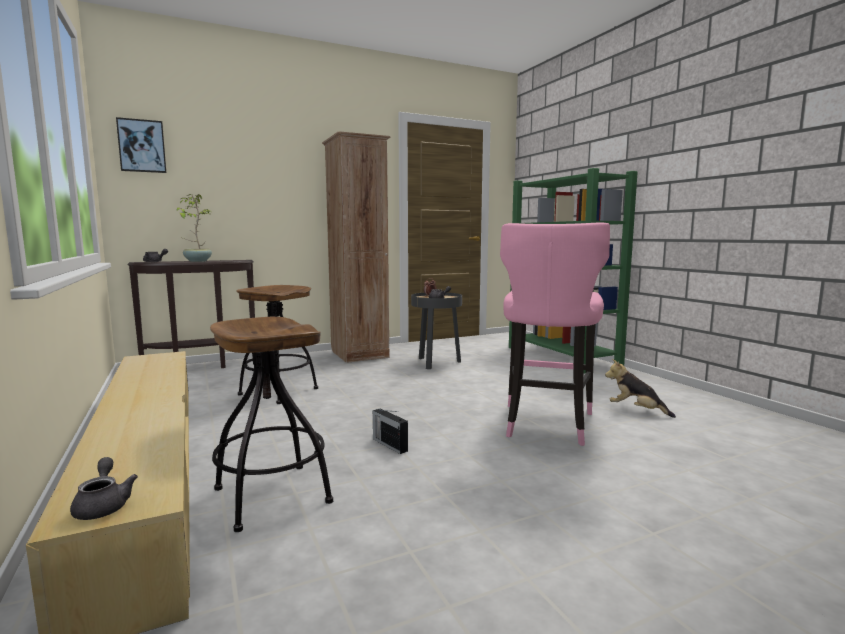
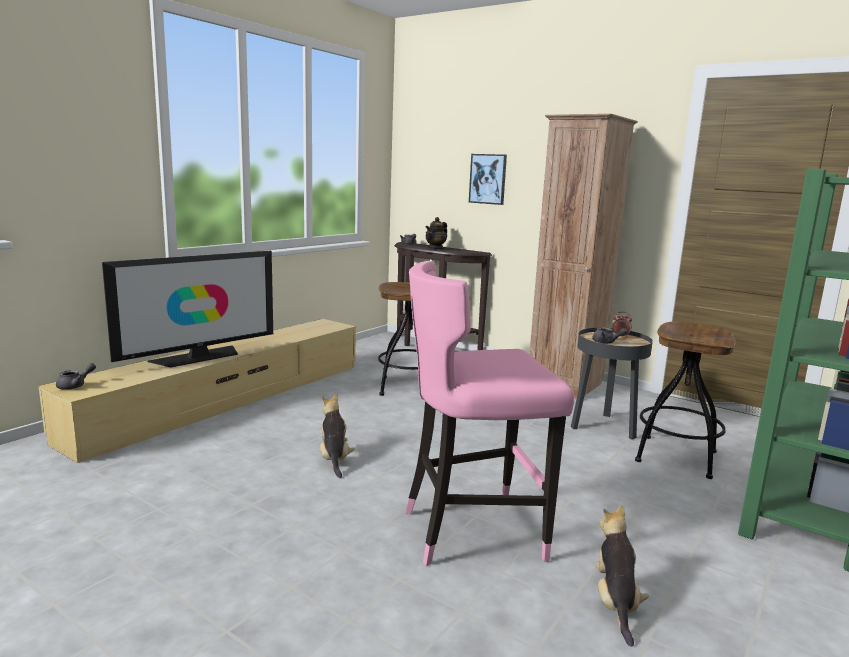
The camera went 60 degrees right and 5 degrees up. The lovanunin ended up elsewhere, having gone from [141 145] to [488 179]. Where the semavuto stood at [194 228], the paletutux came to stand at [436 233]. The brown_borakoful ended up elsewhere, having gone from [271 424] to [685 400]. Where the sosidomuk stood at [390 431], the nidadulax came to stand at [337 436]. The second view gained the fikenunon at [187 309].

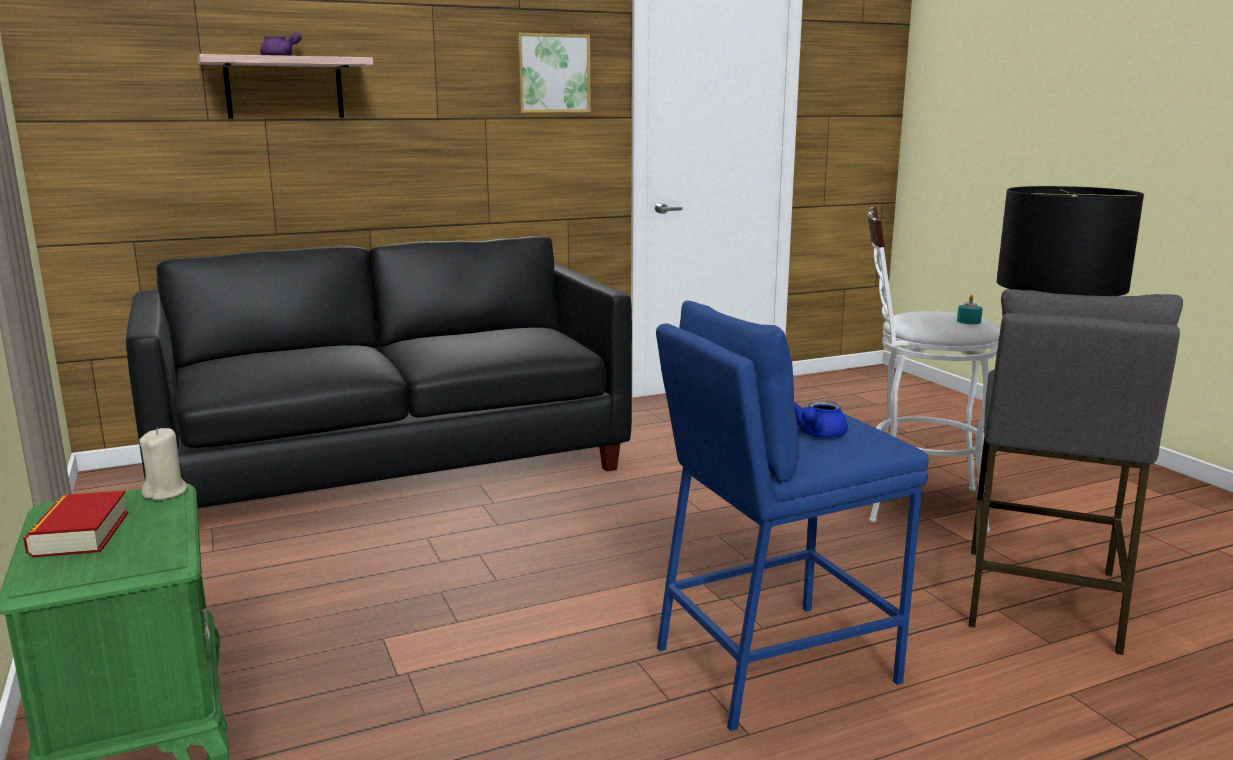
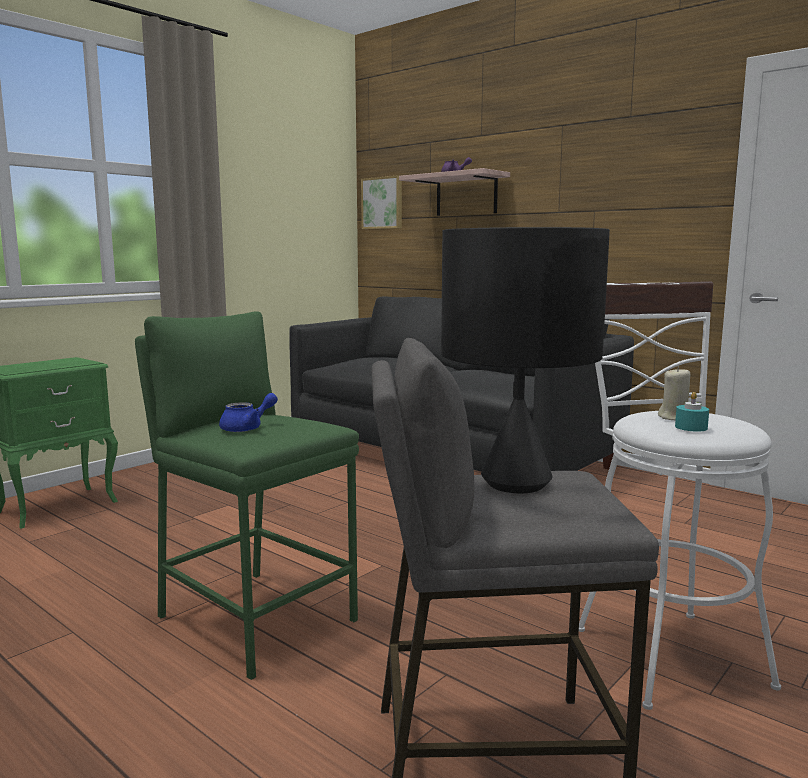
The camera went 65 degrees right and 5 degrees down. The lovanunin ended up elsewhere, having gone from [553 73] to [381 202]. What was the blue_borakoful at [792 516] turned into the green_borakoful at [247 496]. The blue_paletutux at [821 419] ended up facing another way, 135 degrees clockwise from before. The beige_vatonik ended up elsewhere, having gone from [163 464] to [674 393]. The second view lost the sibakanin at [76 524].

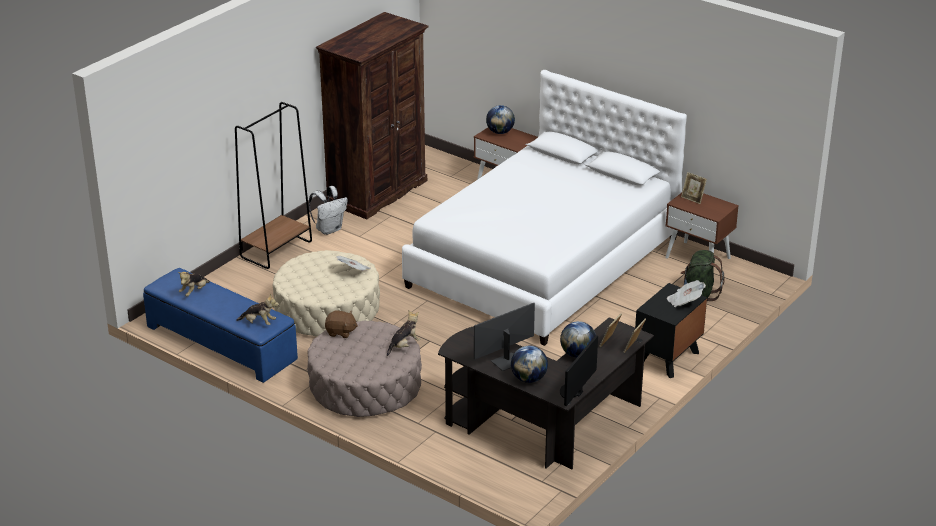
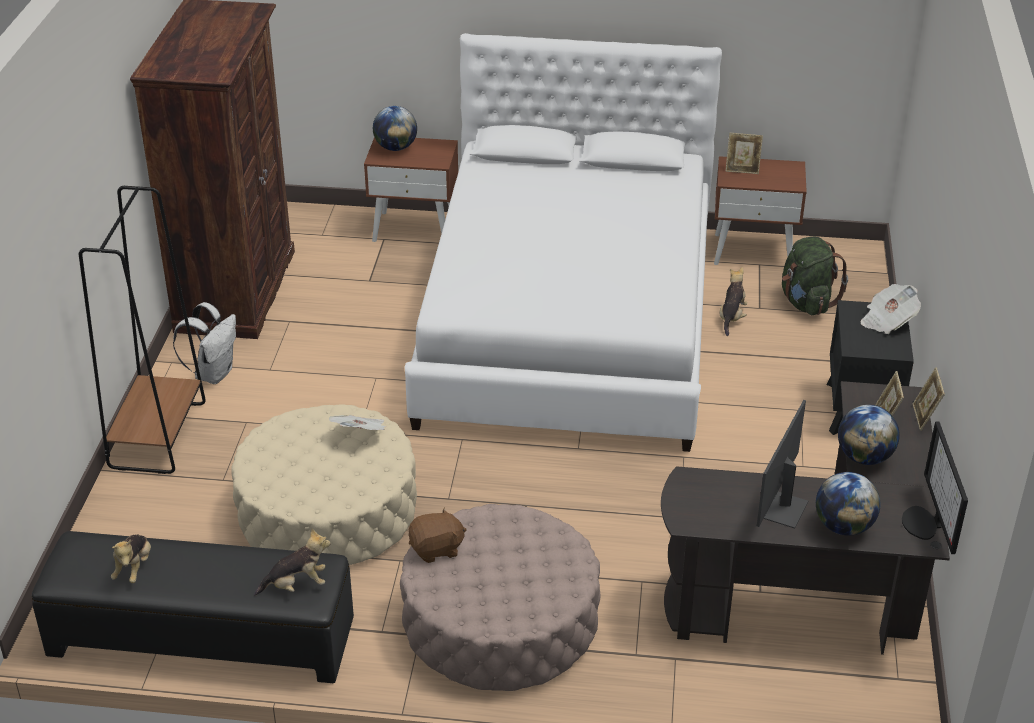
The camera went 30 degrees left and 5 degrees up. What was the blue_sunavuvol at [220 325] turned into the black_sunavuvol at [193 607]. The nidadulax ended up elsewhere, having gone from [404 333] to [733 301].

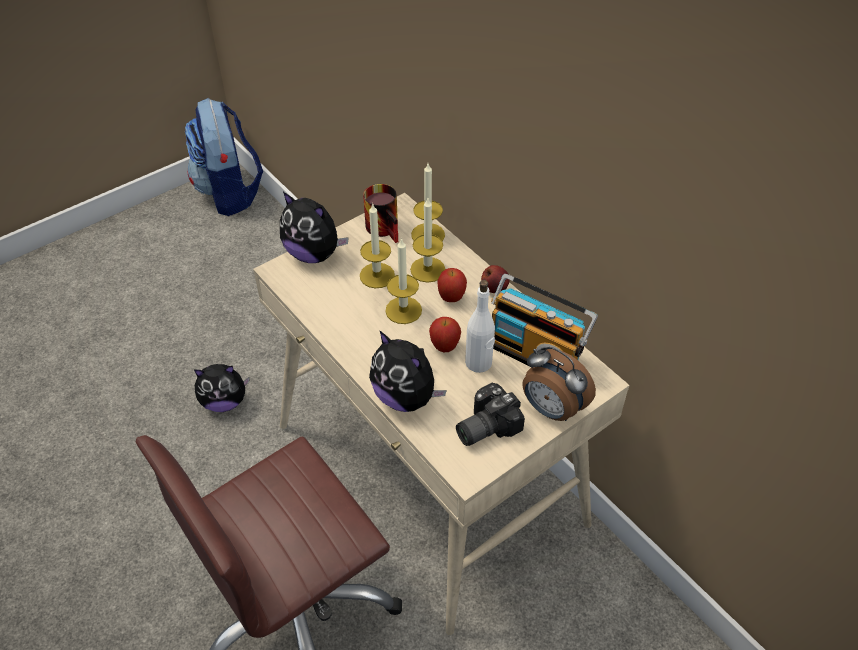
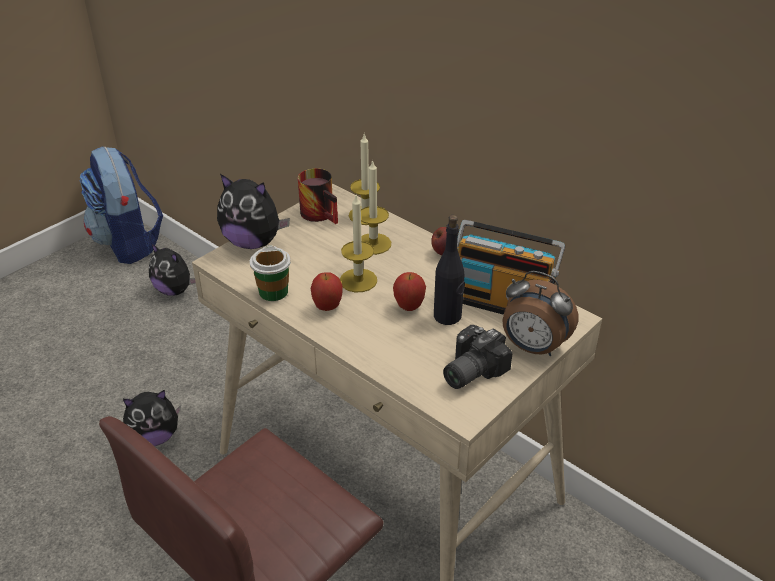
The camera went 10 degrees left and 10 degrees down. The second view lost the vatonik at [377 246]. The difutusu ended up elsewhere, having gone from [452 285] to [326 291]. What was the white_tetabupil at [480 326] turned into the black_tetabupil at [449 270]. The nidadulax ended up elsewhere, having gone from [408 371] to [172 269]. The second view gained the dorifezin at [270 273].

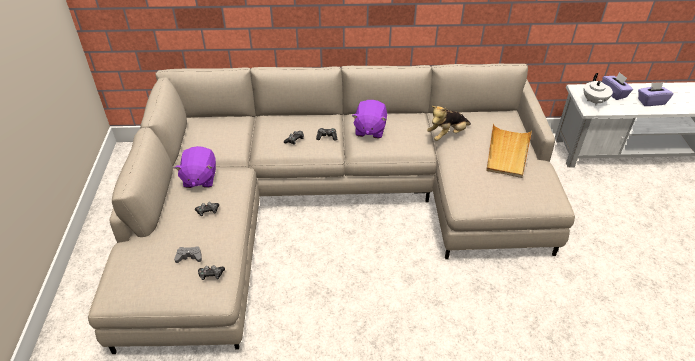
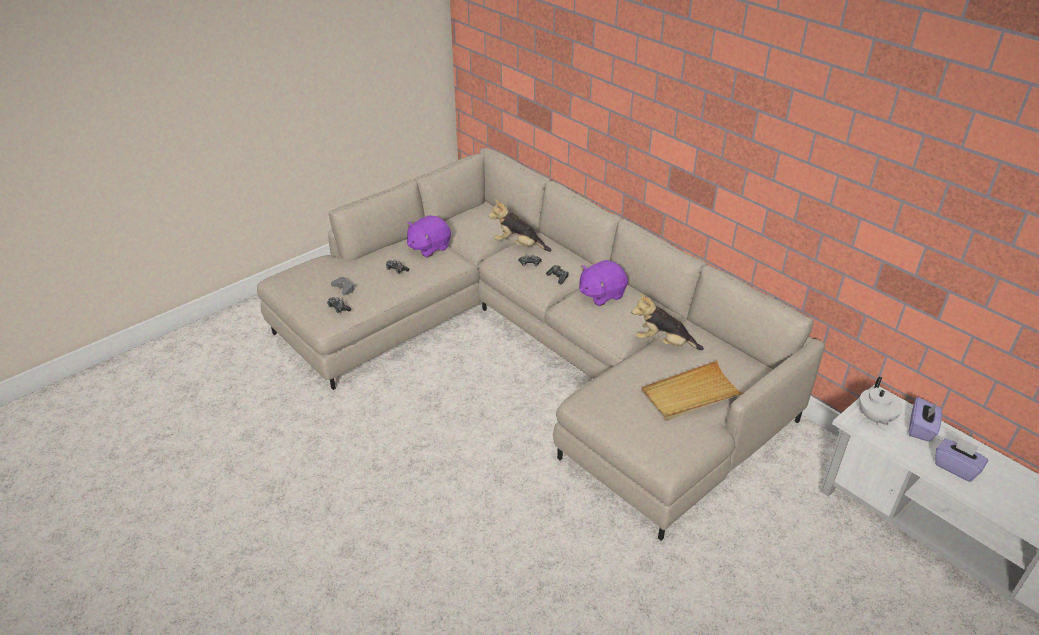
The camera went 50 degrees right and 5 degrees down. The white_paletutux at [598 89] ended up facing another way, 45 degrees counterclockwise from before. The second view gained the nidadulax at [520 225].

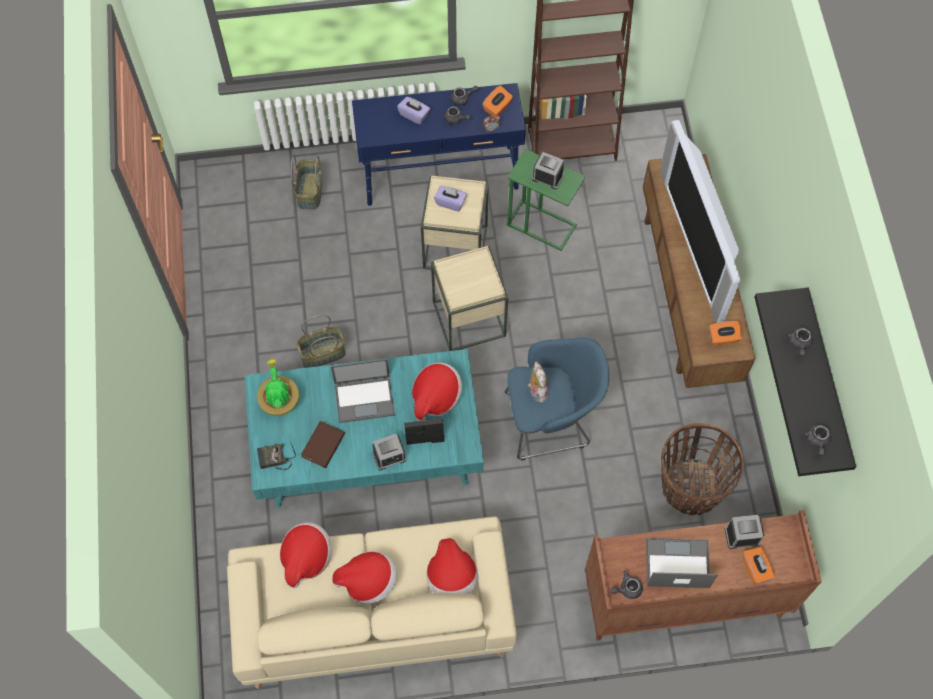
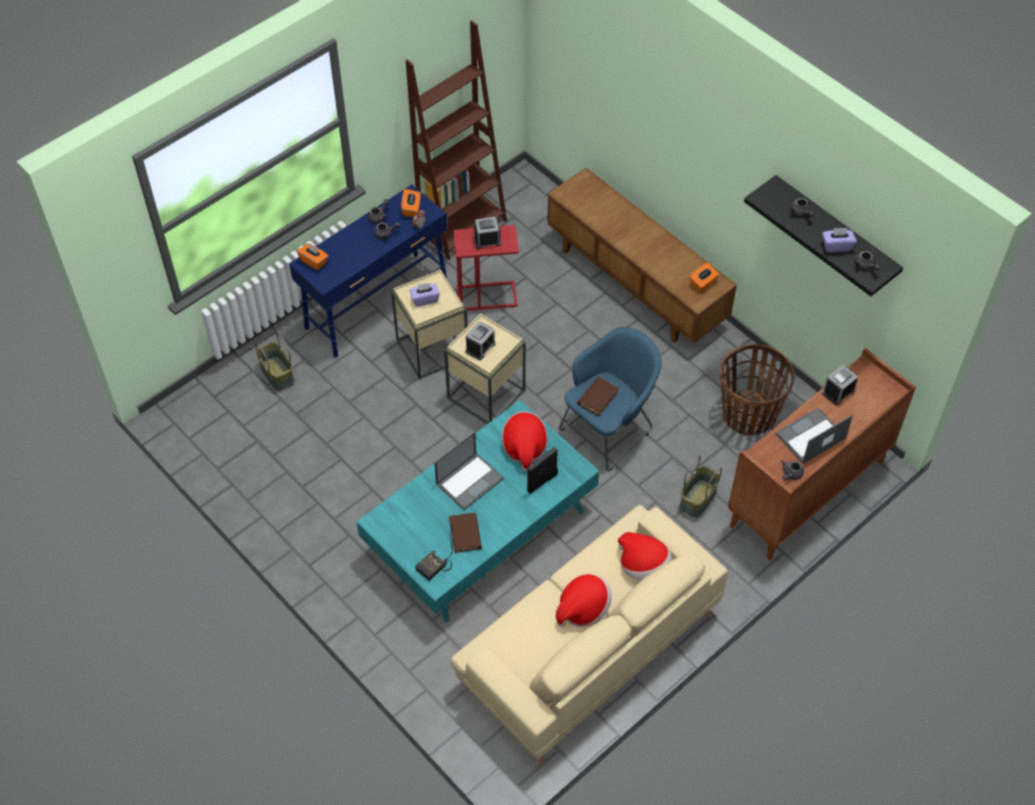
The camera went 35 degrees left and 10 degrees down. The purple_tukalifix ended up elsewhere, having gone from [413 111] to [839 240]. The second view lost the fikenunon at [700 221]. What was the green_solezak at [545 200] turned into the red_solezak at [486 268]. The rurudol ended up elsewhere, having gone from [321 341] to [701 486]. The second view lost the semavuto at [278 387]. Where the nidadulax stood at [538 382], the brown_sibakanin came to stand at [598 396]. The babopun ended up elsewhere, having gone from [389 452] to [481 340]. The second view lost the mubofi at [306 555]. The orange_tukalifix ended up elsewhere, having gone from [758 565] to [312 257].

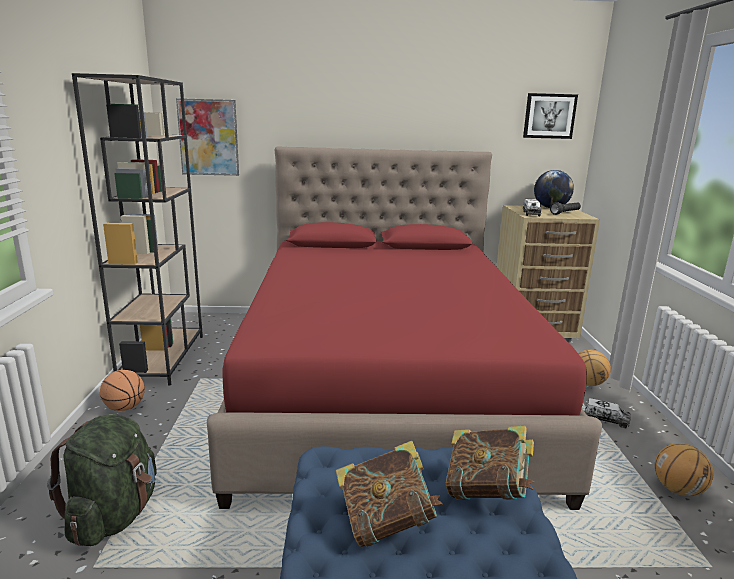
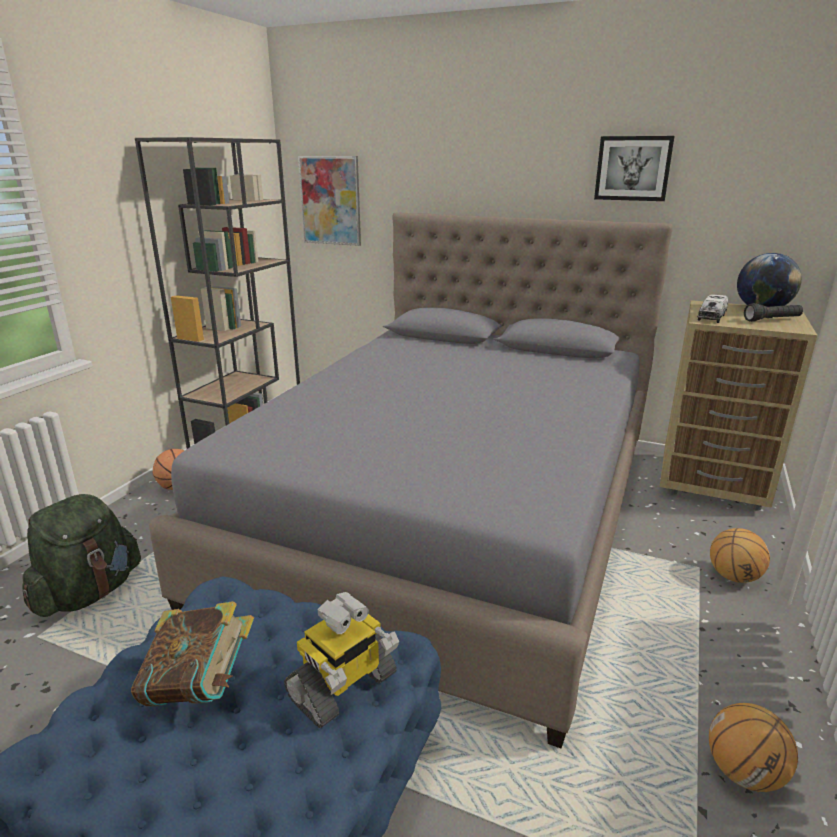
The camera went 25 degrees right and 5 degrees up. The lovanunin ended up elsewhere, having gone from [550 116] to [634 168]. What was the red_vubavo at [404 328] turned into the grey_vubavo at [411 480]. The second view lost the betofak at [608 413]. Where the sibakanin stood at [490 463], the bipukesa came to stand at [341 660].

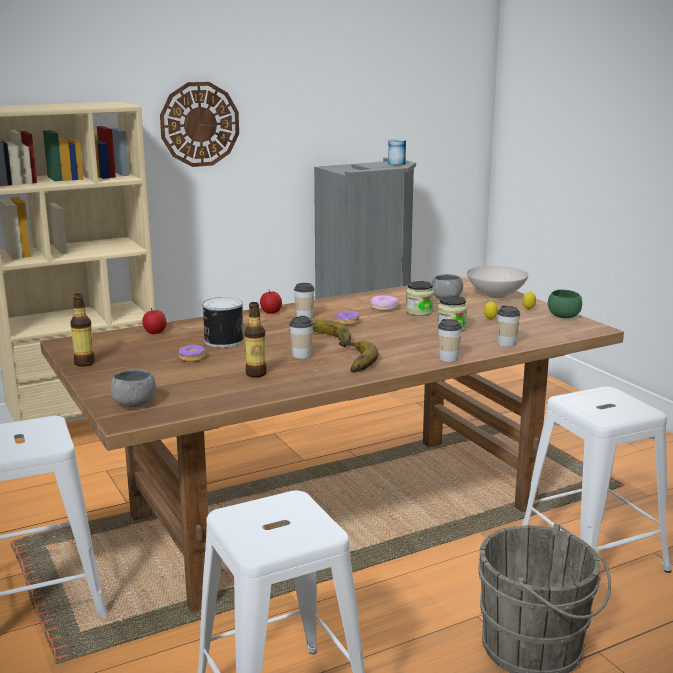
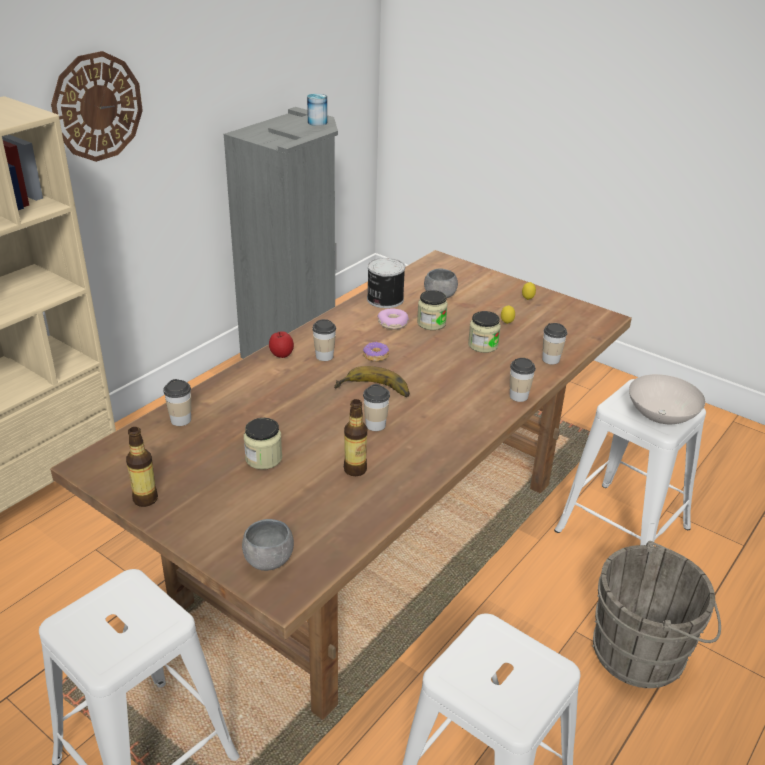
The camera went 25 degrees left and 15 degrees up. The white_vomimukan ended up elsewhere, having gone from [497 282] to [667 399]. The second view lost the green_vomimukan at [565 303]. The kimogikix ended up elsewhere, having gone from [223 322] to [386 283]. Where the difutusu stood at [154 321], the dorifezin came to stand at [177 402]. The second view lost the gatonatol at [359 356]. Where the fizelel stood at [192 353], the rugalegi came to stand at [263 444].

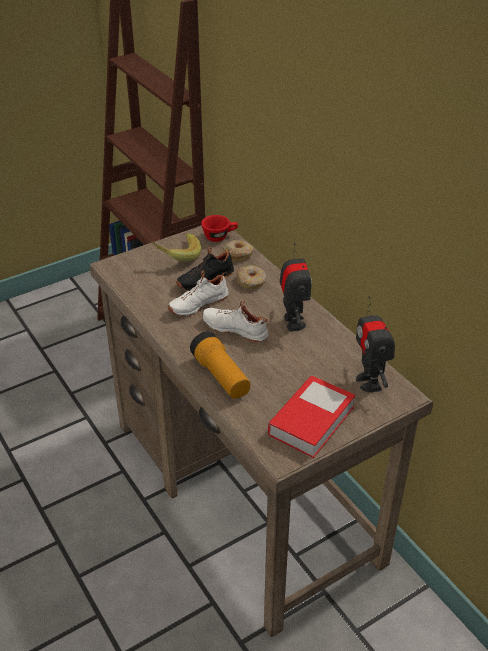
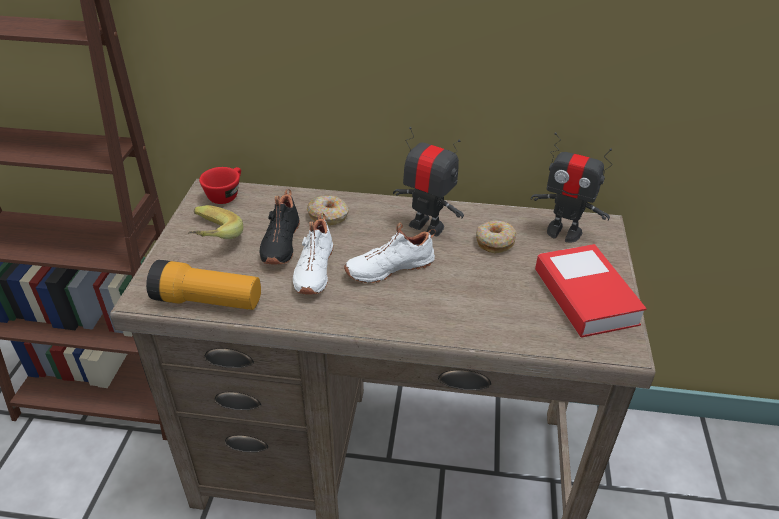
The camera went 50 degrees left and 0 degrees up. The fizelel ended up elsewhere, having gone from [238 250] to [496 236]. The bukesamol ended up elsewhere, having gone from [220 365] to [203 285].

